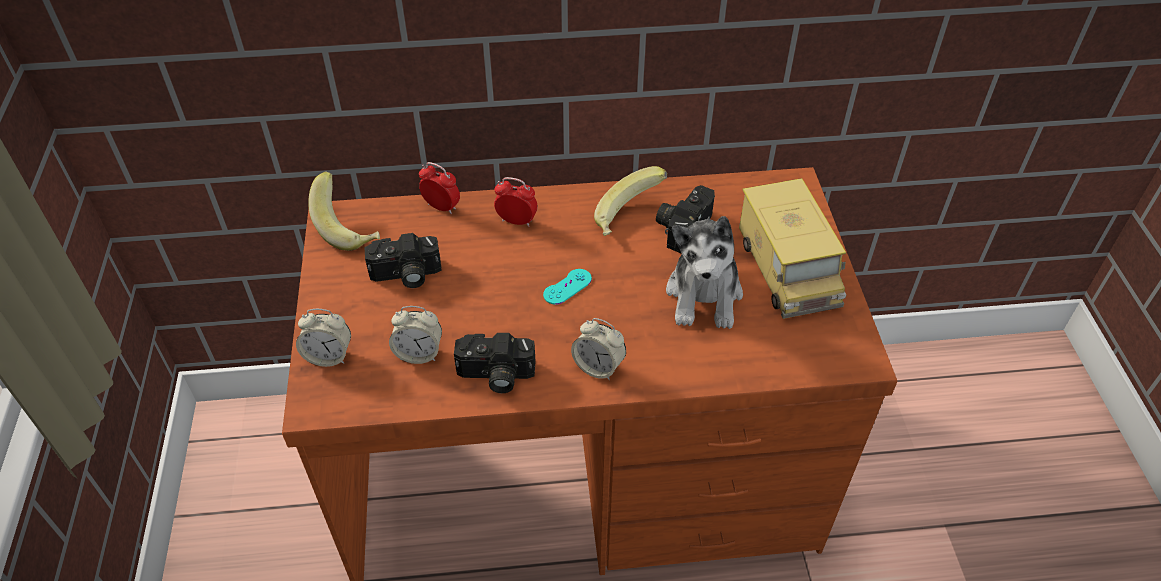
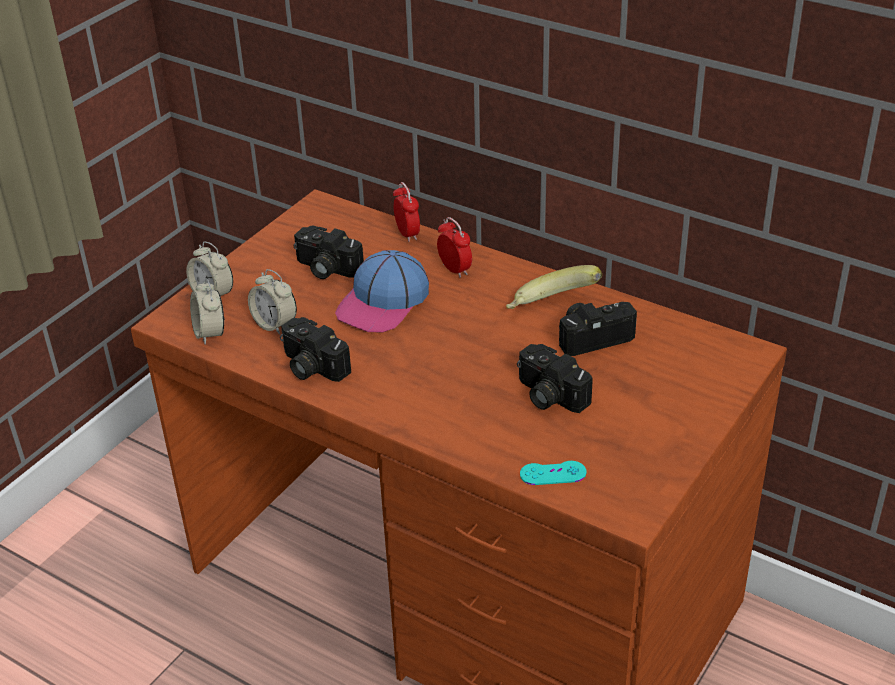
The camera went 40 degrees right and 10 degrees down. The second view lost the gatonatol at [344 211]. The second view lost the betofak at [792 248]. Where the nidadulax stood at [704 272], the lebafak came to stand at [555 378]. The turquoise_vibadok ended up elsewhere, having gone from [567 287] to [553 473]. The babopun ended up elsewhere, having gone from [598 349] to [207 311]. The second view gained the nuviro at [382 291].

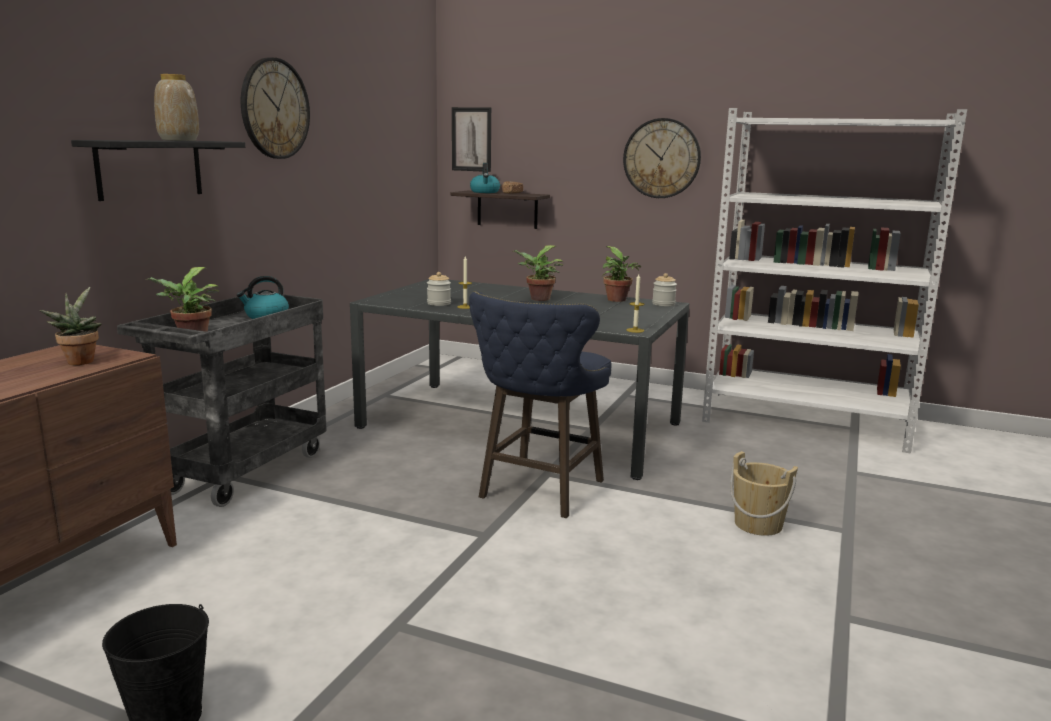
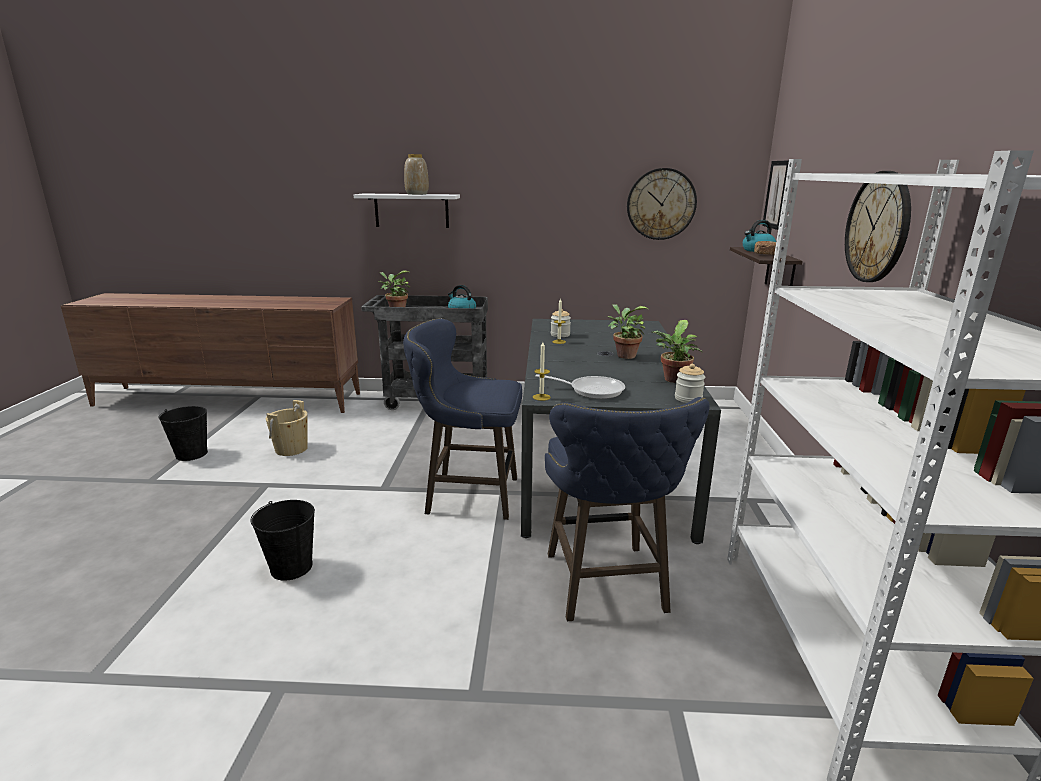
The camera went 70 degrees right and 5 degrees up. The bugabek ended up elsewhere, having gone from [275 108] to [662 204]. What was the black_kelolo at [158 170] turned into the white_kelolo at [407 211]. The second view lost the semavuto at [71 326]. The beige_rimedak ended up elsewhere, having gone from [764 493] to [287 428]. The second view gained the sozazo at [580 386]. The second view gained the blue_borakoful at [627 509]. The second view gained the black_rimedak at [282 540].

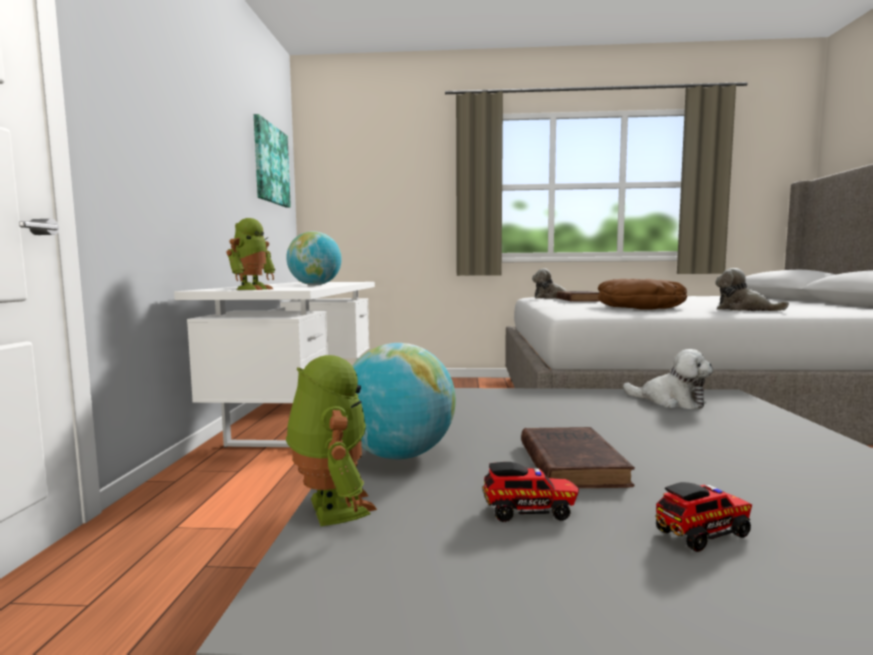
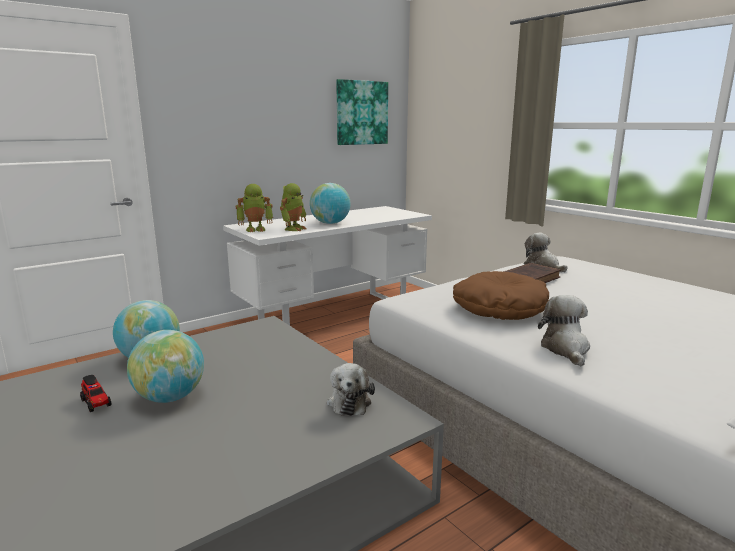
The camera went 50 degrees right and 10 degrees up. The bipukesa ended up elsewhere, having gone from [331 440] to [293 207]. Where the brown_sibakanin stood at [578 457], the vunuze came to stand at [165 366]. The second view lost the betofak at [703 517].

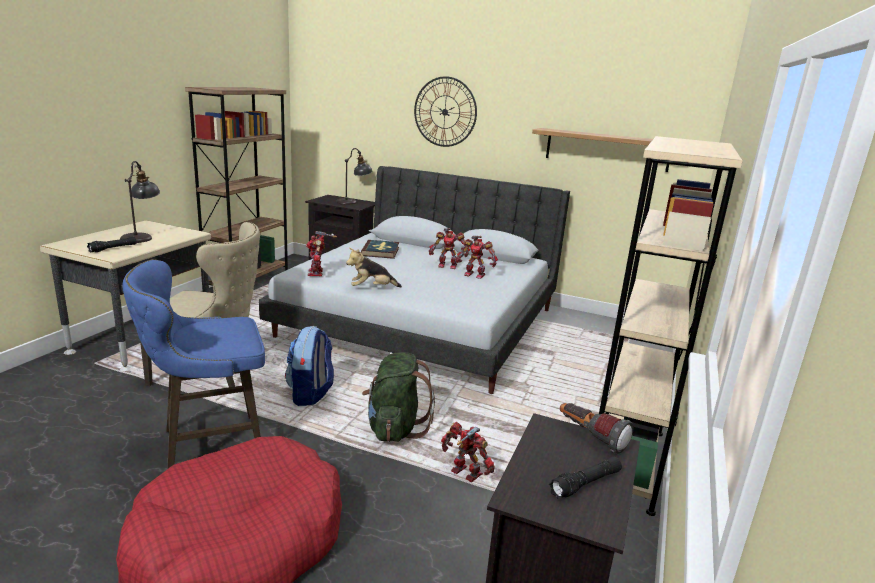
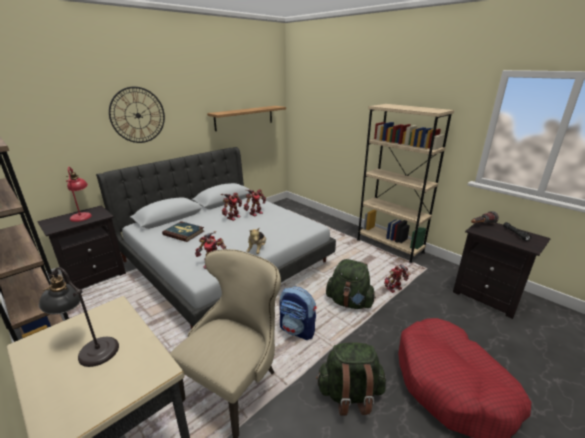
The camera went 65 degrees left and 5 degrees up. What was the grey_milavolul at [354 176] turned into the red_milavolul at [79 194]. The second view lost the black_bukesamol at [112 244]. Where the blue_borakoful stood at [194 364], the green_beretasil came to stand at [351 379].

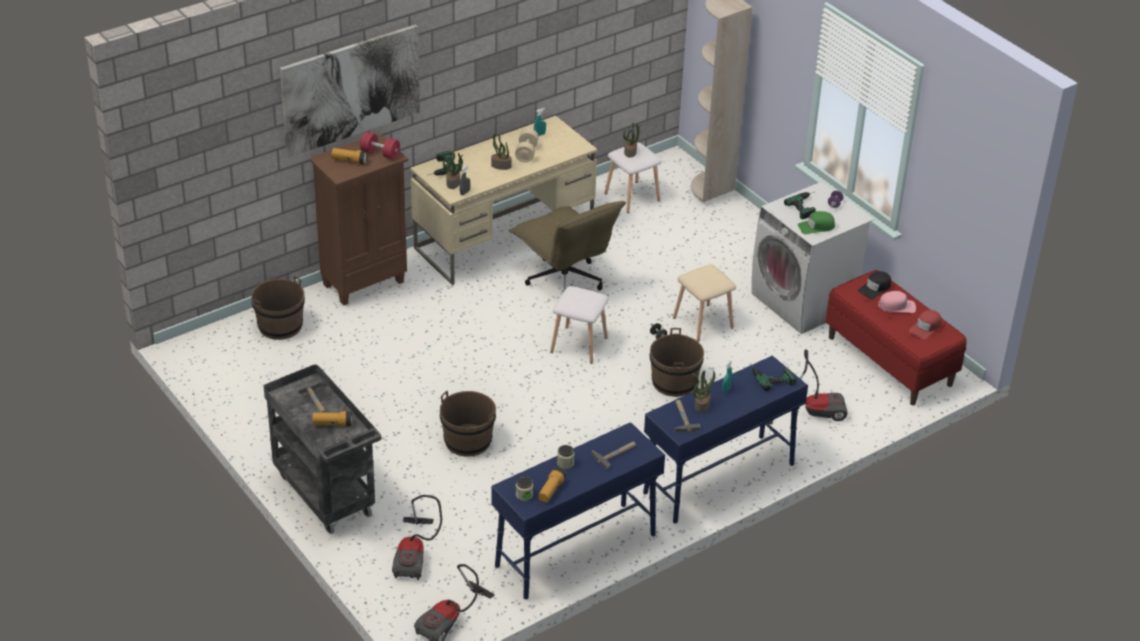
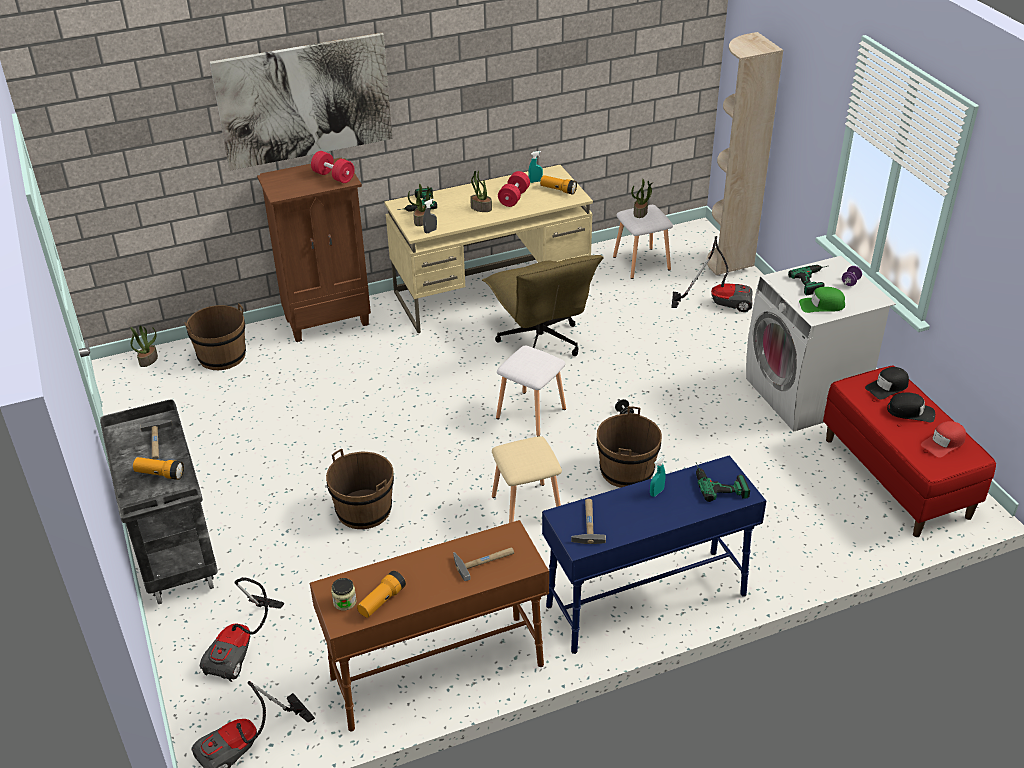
The camera went 15 degrees right and 0 degrees up. What was the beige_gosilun at [527 145] turned into the red_gosilun at [514 189]. The bukesamol ended up elsewhere, having gone from [349 156] to [558 185]. The beige_borakoful ended up elsewhere, having gone from [704 303] to [527 479]. What was the pink_nuviro at [897 302] turned into the black_nuviro at [911 407]. The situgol ended up elsewhere, having gone from [808 387] to [712 274]. The semavuto ended up elsewhere, having gone from [703 392] to [144 346]. What was the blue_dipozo at [578 510] turned into the brown_dipozo at [429 625]. The second view lost the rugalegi at [566 457].

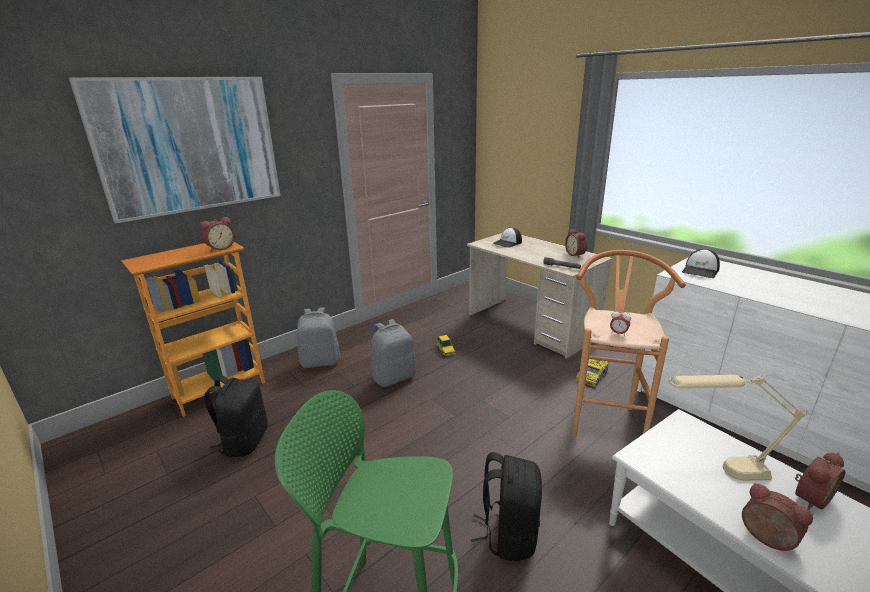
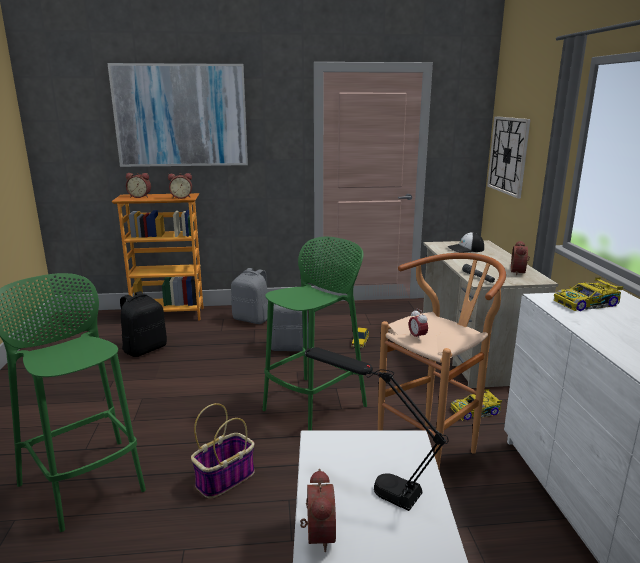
The camera went 35 degrees right and 5 degrees down. Where the nuviro stood at [701 263], the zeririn came to stand at [588 294]. What was the beige_milavolul at [738 428] turned into the black_milavolul at [377 429]. Where the black_beretasil stood at [506 506], the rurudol came to stand at [223 451]. The babopun ended up elsewhere, having gone from [820 481] to [138 185]. The second view gained the bugabek at [509 157]. The second view gained the green_borakoful at [315 333].

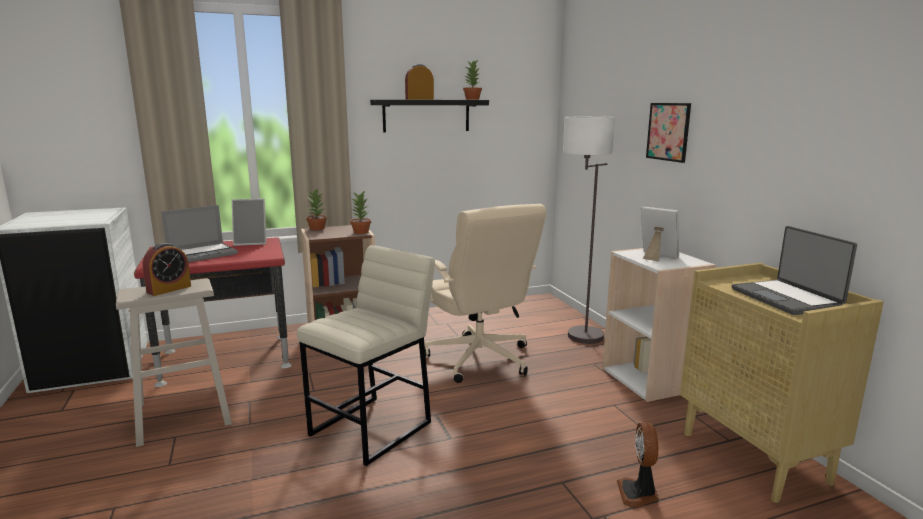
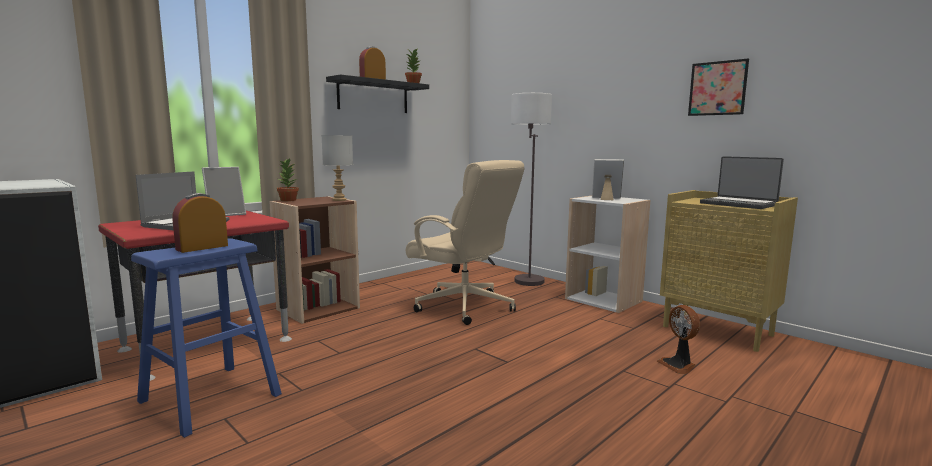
The camera went 25 degrees left and 5 degrees down. The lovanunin ended up elsewhere, having gone from [668 133] to [718 87]. Where the semavuto stood at [360 212], the grey_milavolul came to stand at [337 168]. The babopun at [167 269] ended up facing another way, 150 degrees counterclockwise from before. The second view lost the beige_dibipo at [366 355]. What was the beige_borakoful at [174 362] turned into the blue_borakoful at [206 338].

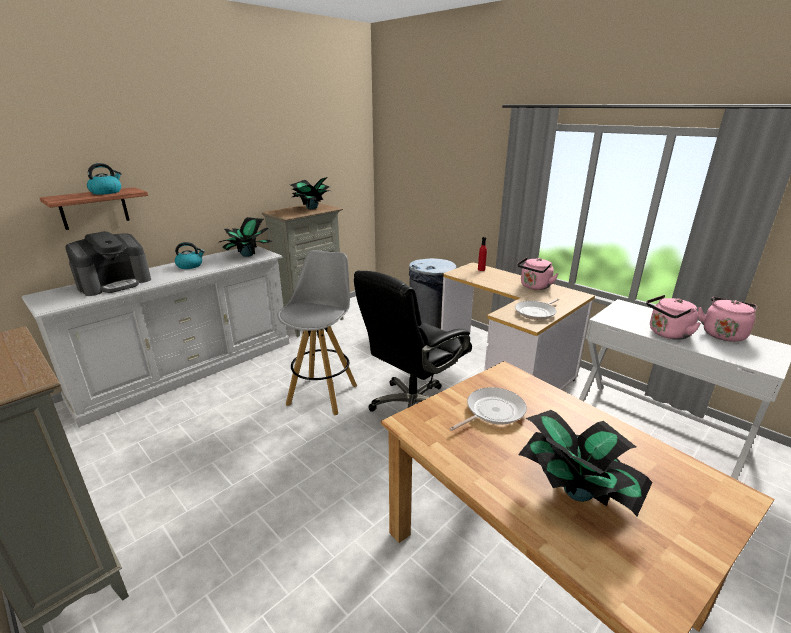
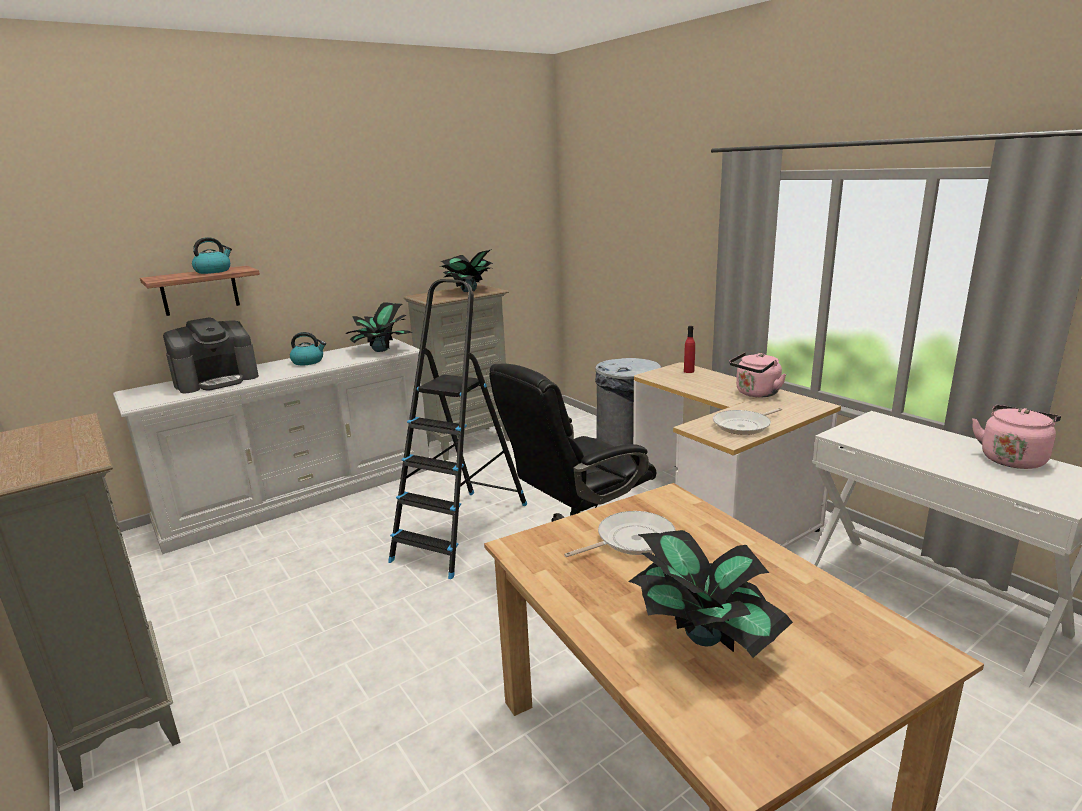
The camera went 10 degrees right and 5 degrees down. Where the grey_borakoful stood at [317 332], the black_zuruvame came to stand at [457 429]. The second view lost the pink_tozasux at [673 317].

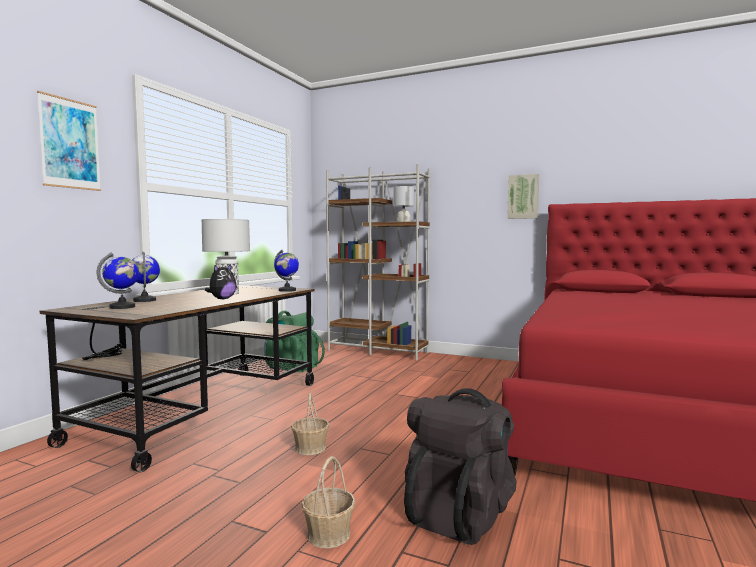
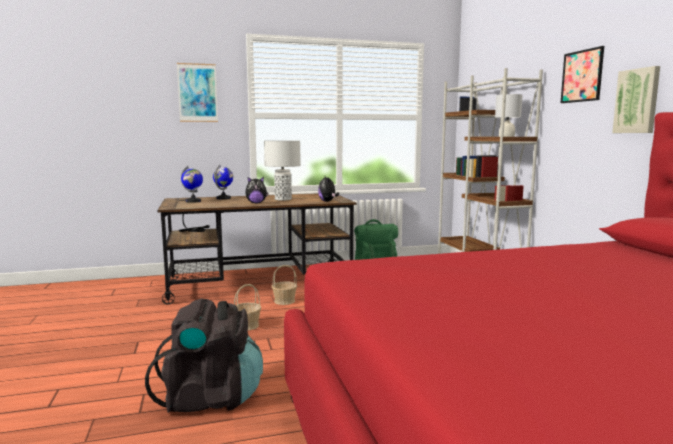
The camera went 50 degrees right and 5 degrees up. Where the vunuze stood at [286 271], the nidadulax came to stand at [328 188]. The rurudol ended up elsewhere, having gone from [328 502] to [284 285]. The second view gained the lovanunin at [582 74].

